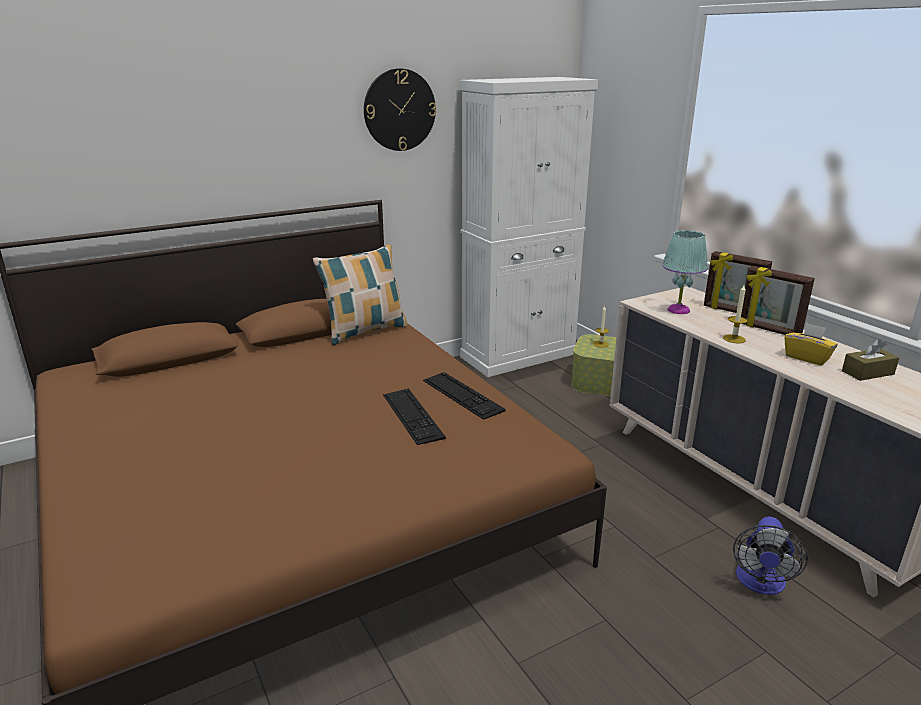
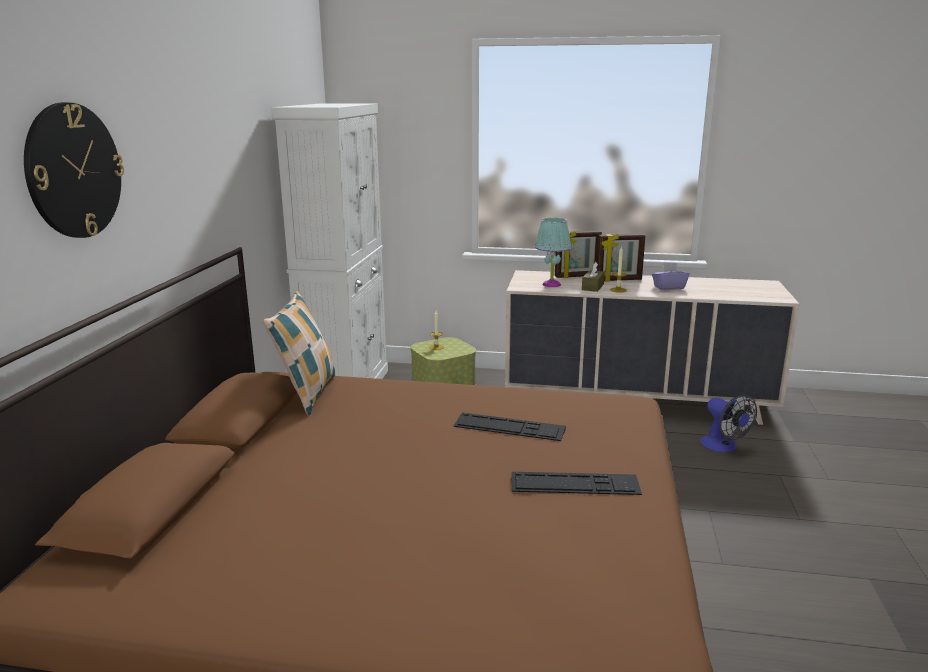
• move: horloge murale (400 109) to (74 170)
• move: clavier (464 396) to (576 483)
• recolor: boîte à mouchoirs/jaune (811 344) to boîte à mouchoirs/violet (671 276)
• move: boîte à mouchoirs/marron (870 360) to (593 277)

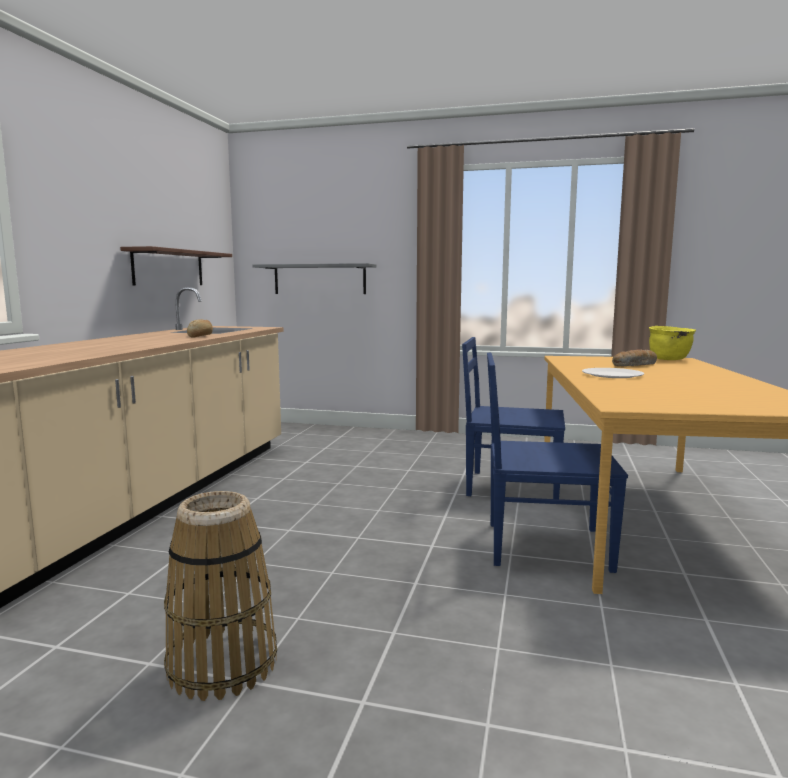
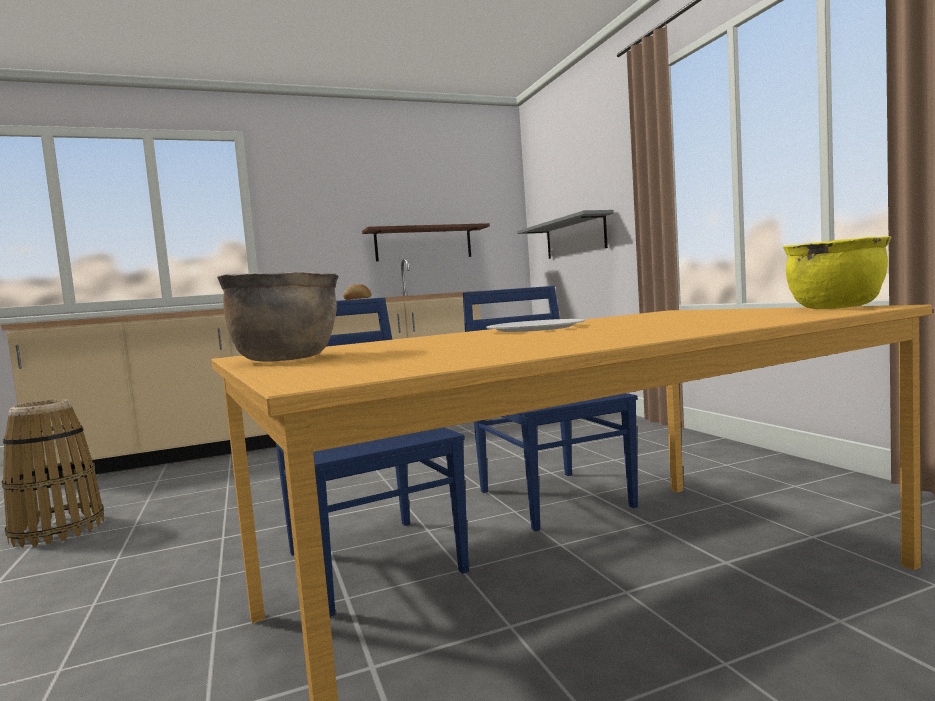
• delete: pain (634 357)
• insert: marmite/marron (278 316)

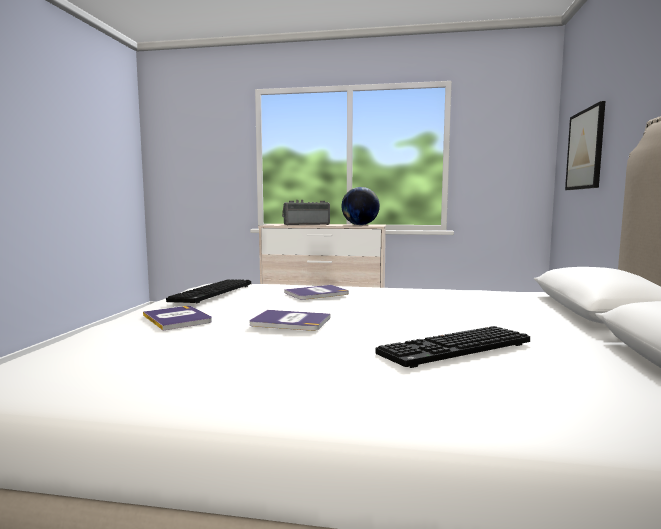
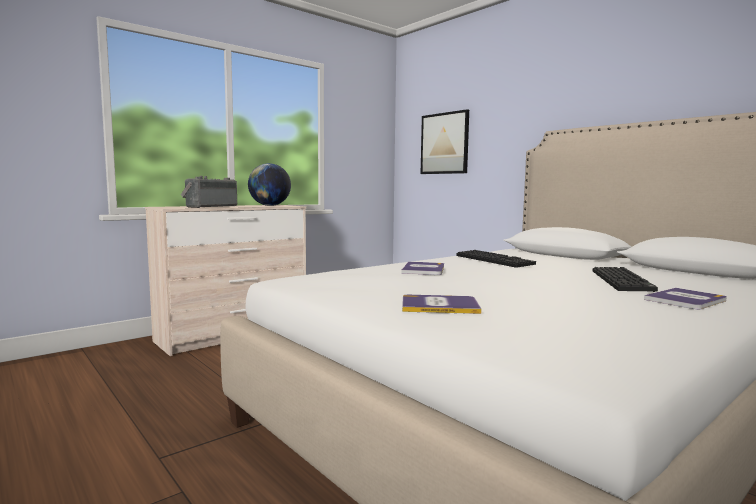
• move: clavier (208 291) to (496 259)
• move: livre (290 320) to (685 298)

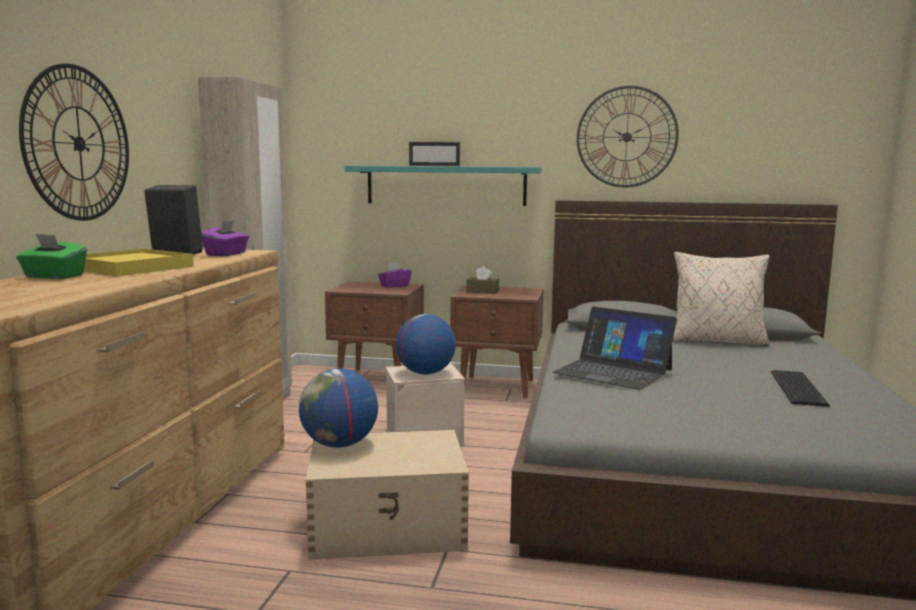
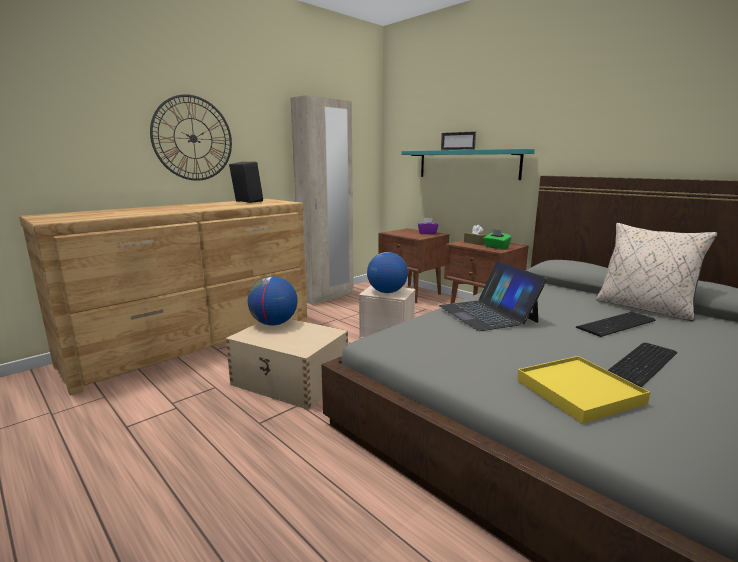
• move: boîte à mouchoirs/vert (51 256) to (497 239)
• move: plateau/jaune (138 262) to (583 390)
• delete: boîte à mouchoirs/violet (225 238)
• delete: horloge murale (628 137)
• insert: clavier (615 324)

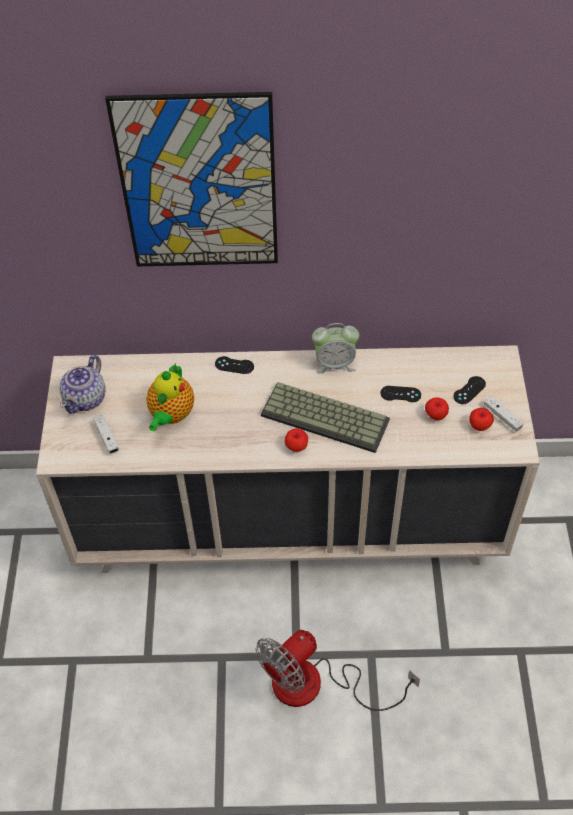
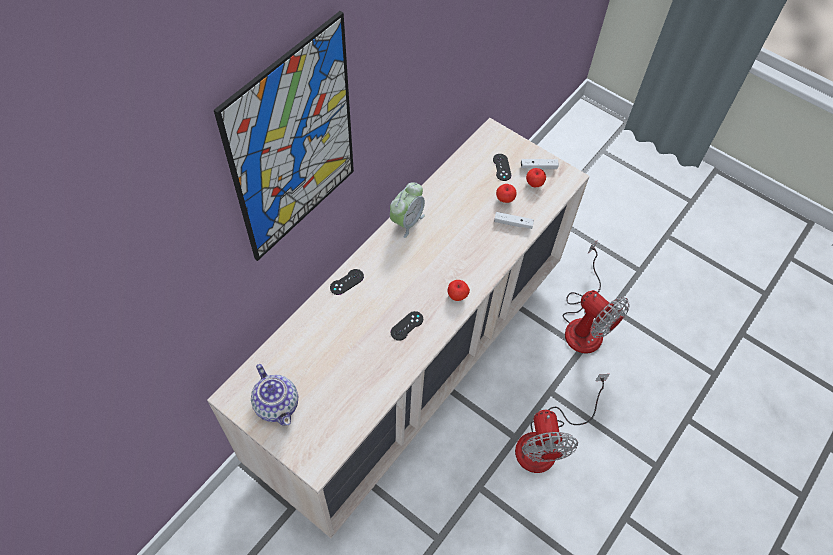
• move: manette/blanc (106 434) to (514 220)
• delete: théière (170 397)
• delete: clavier (325 417)
• move: manette/noir (400 394) to (406 326)
• insert: ventilateur (596 297)

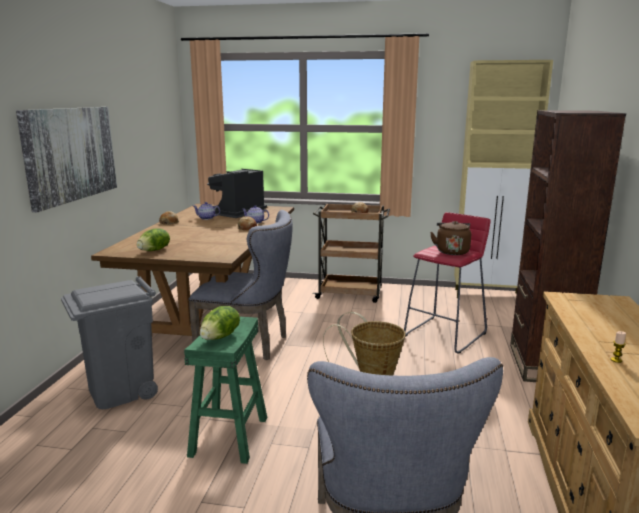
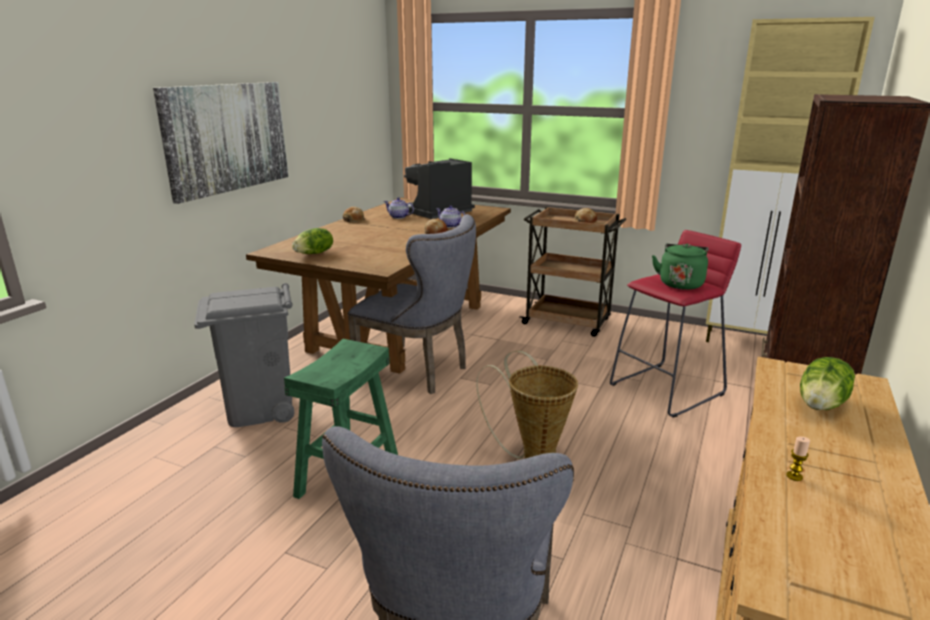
• move: laitue (220 323) to (827 383)
• recolor: bouilloire/marron (450 238) to bouilloire/vert (680 266)

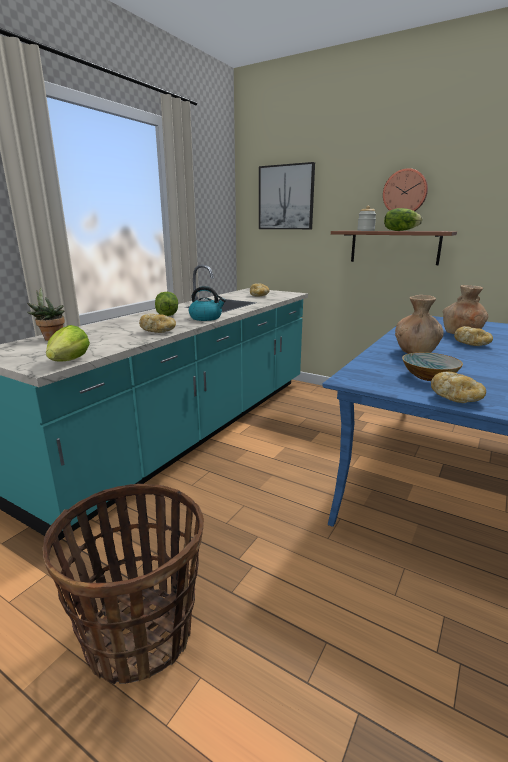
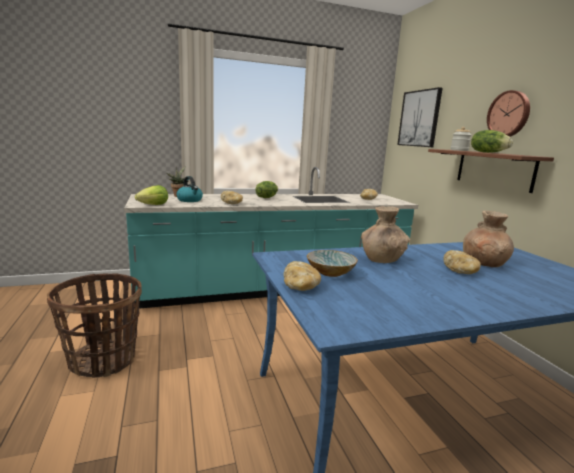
• move: bouilloire (207 303) to (190 189)

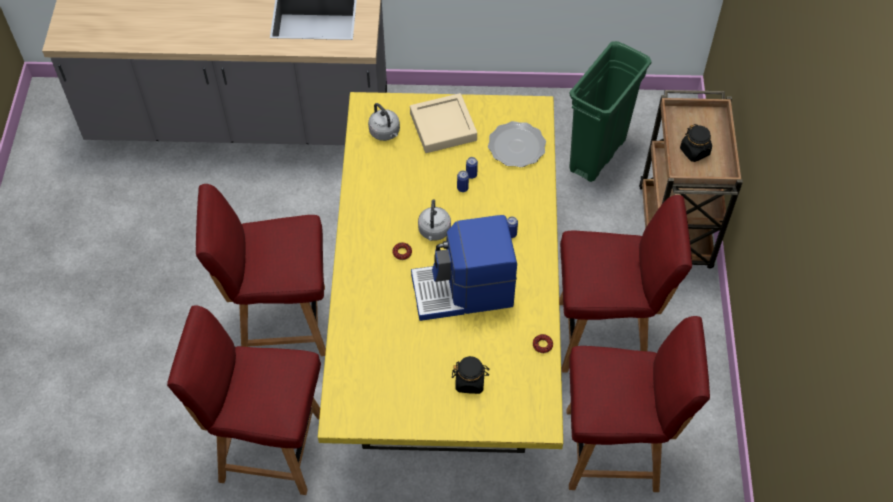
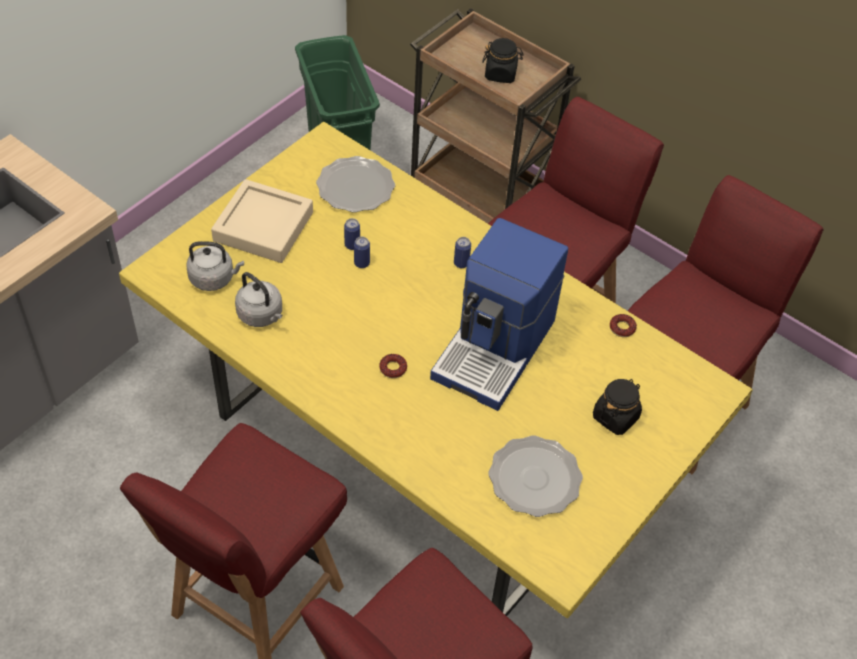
• move: bouilloire/gris (434 220) to (259 299)
• insert: assiette (536 476)

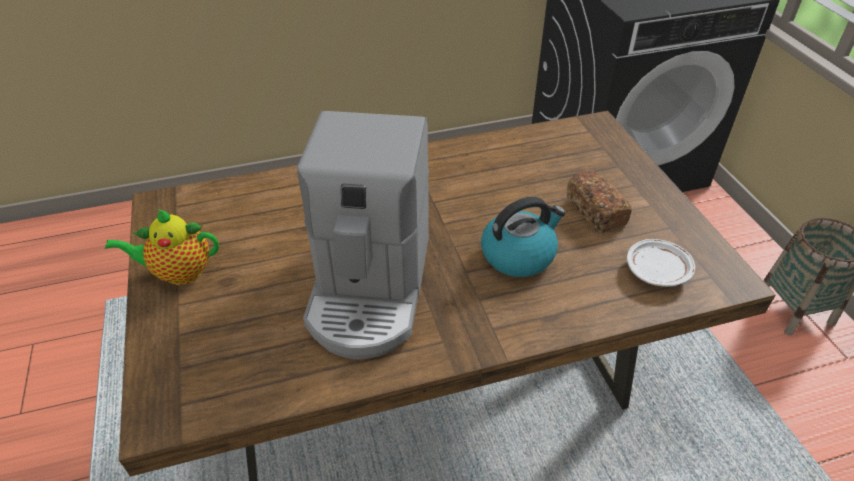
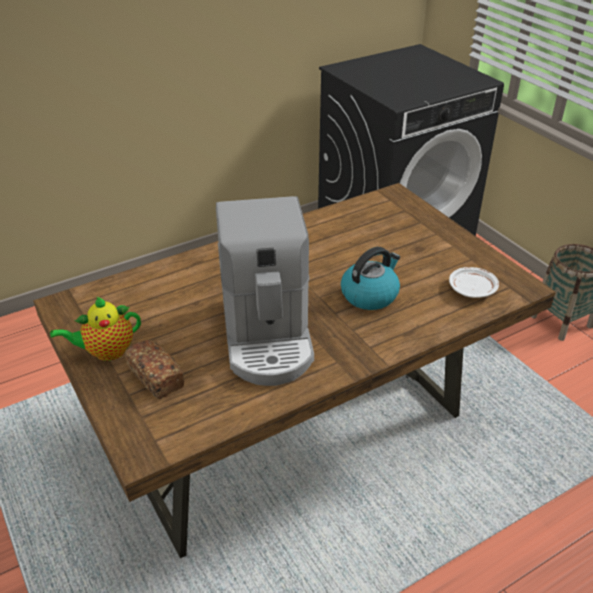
• move: pain (599 202) to (154 369)

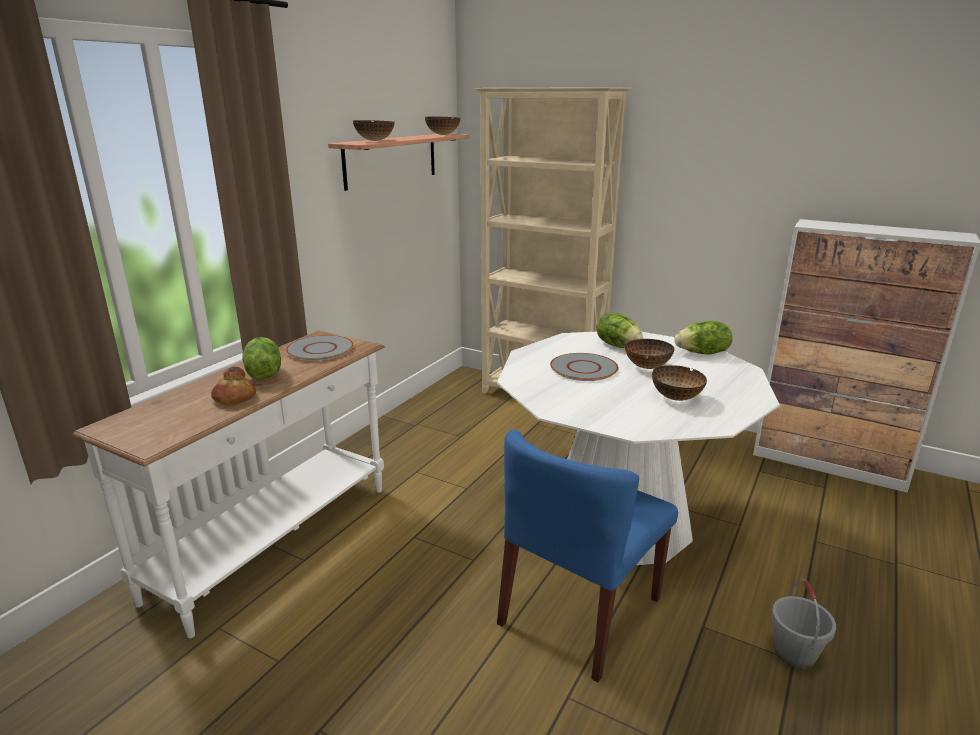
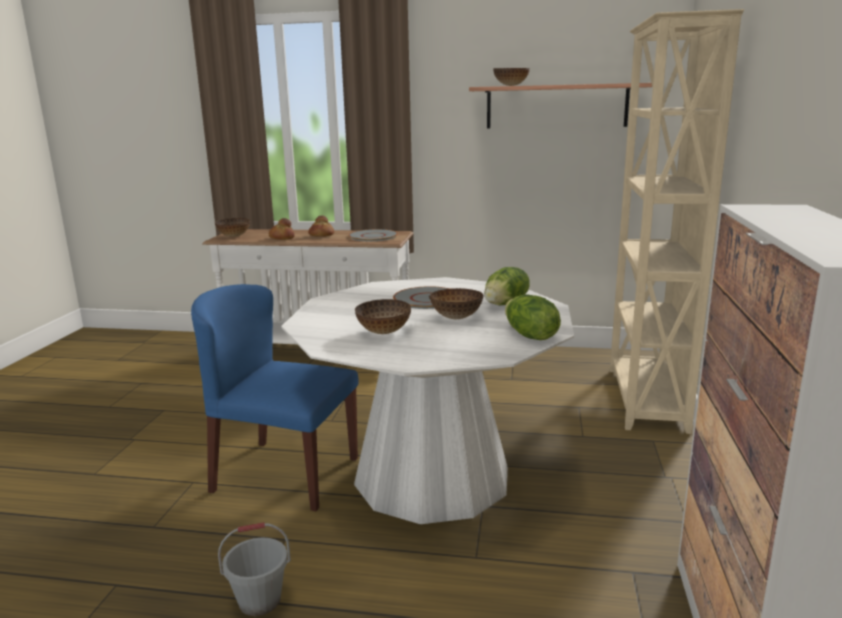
• replace: laitue (261 358) to pain (321 226)
• move: bol (442 125) to (232 227)

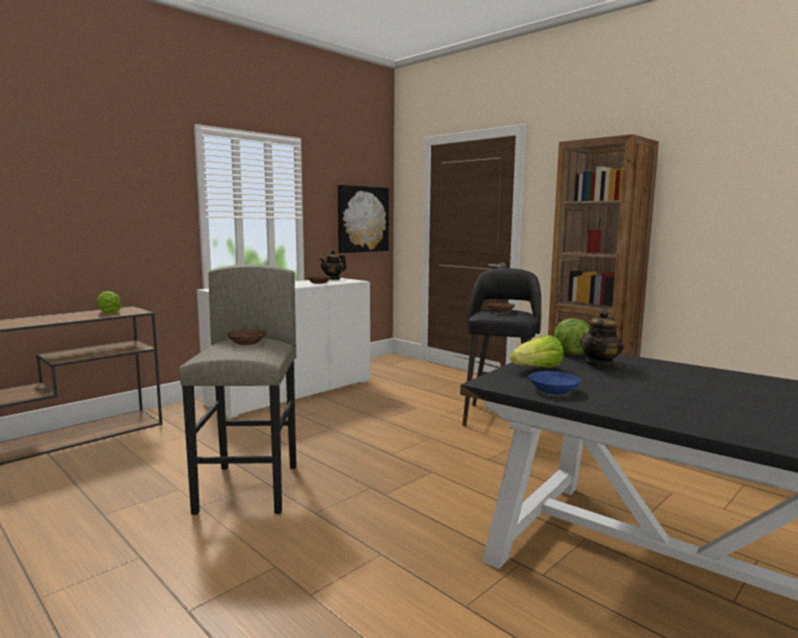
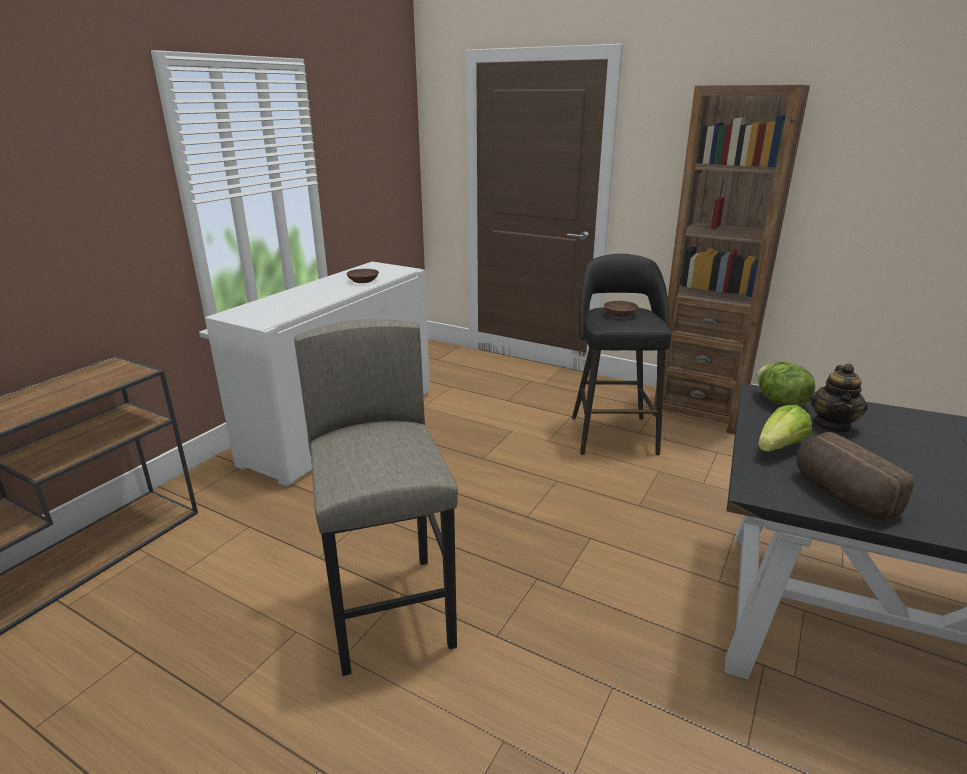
• delete: laitue (108 302)
• delete: bol/marron (246 337)
• delete: théière (333 265)
• delete: tableau (363 219)
• replace: bol/bleu (555 383) to pain (855 475)

